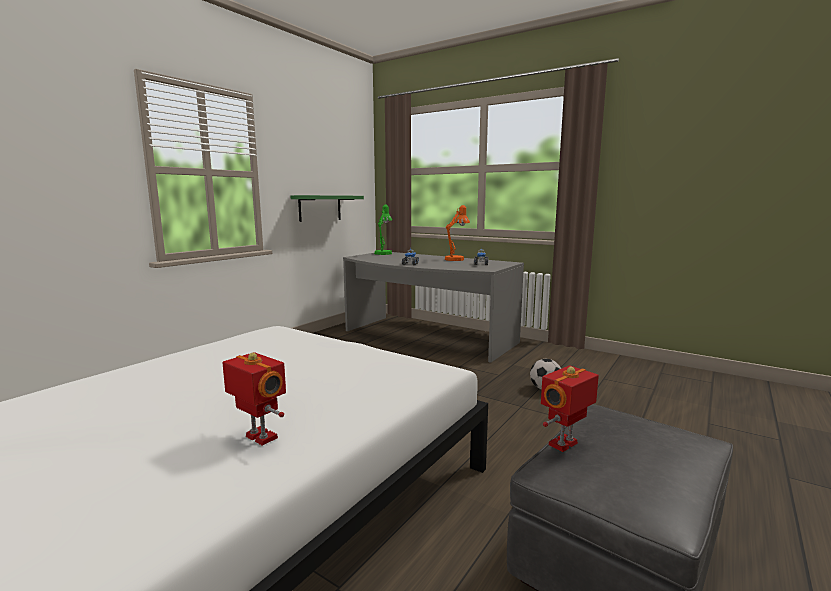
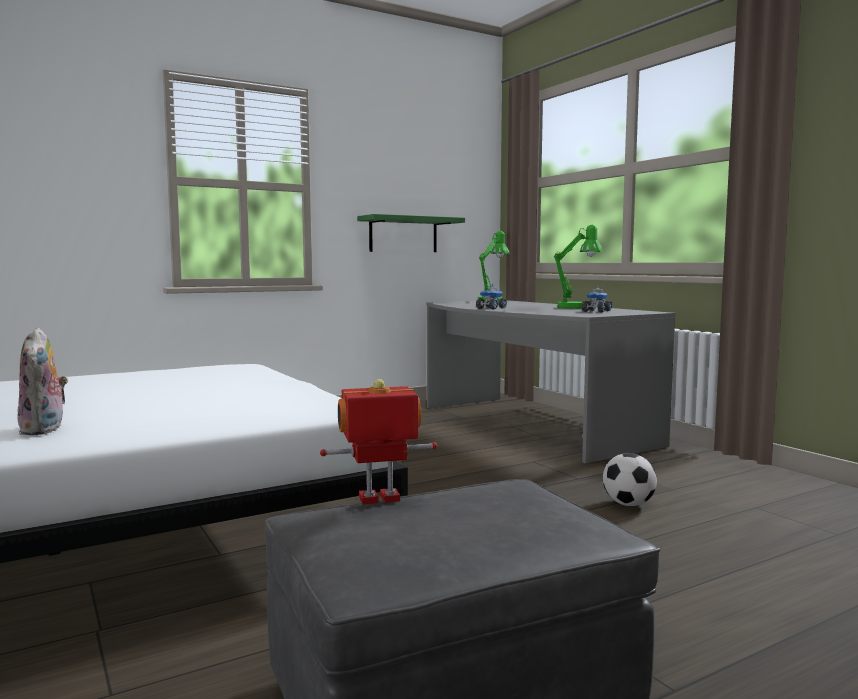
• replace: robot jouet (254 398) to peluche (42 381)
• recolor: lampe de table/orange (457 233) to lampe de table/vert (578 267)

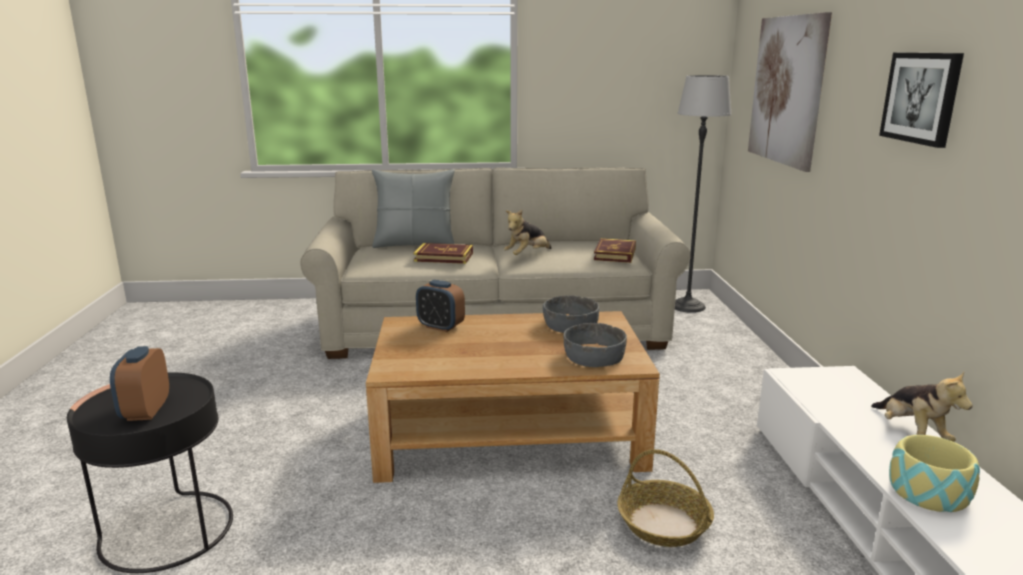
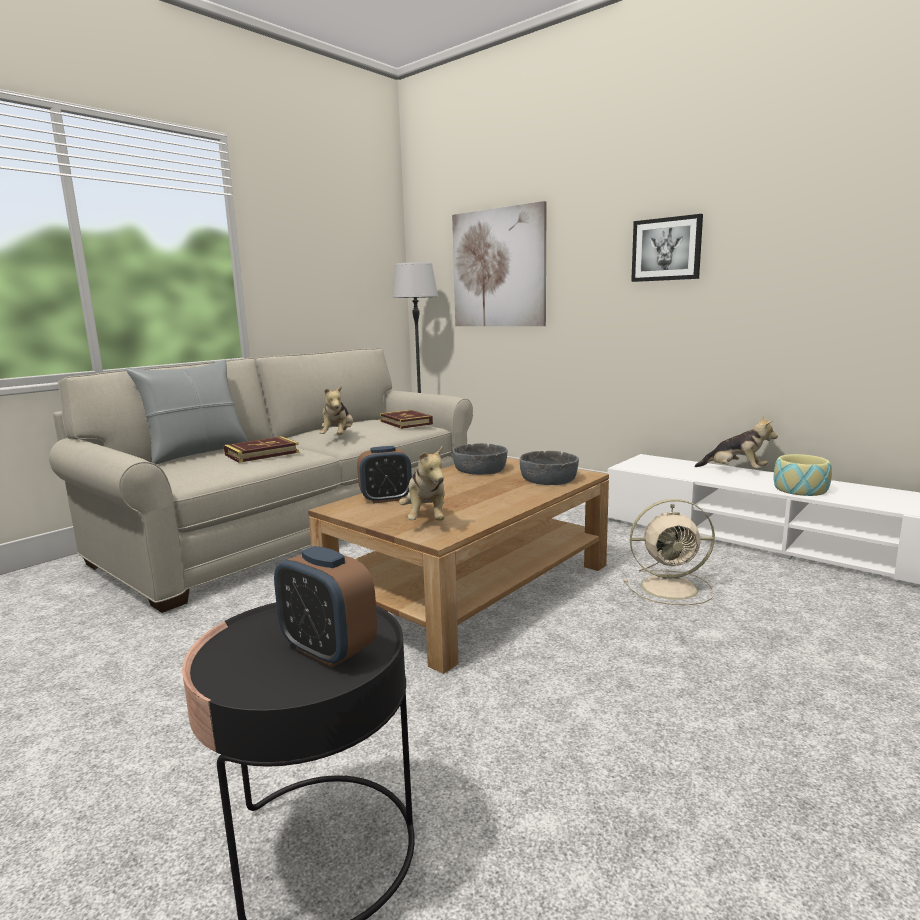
• replace: panier (665 498) to ventilateur/beige (669 552)
• insert: peluche (422 483)

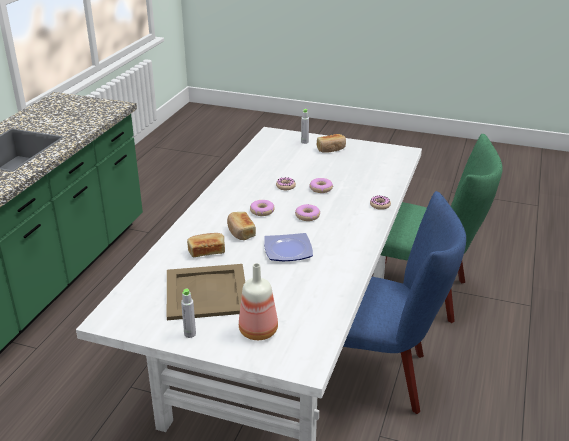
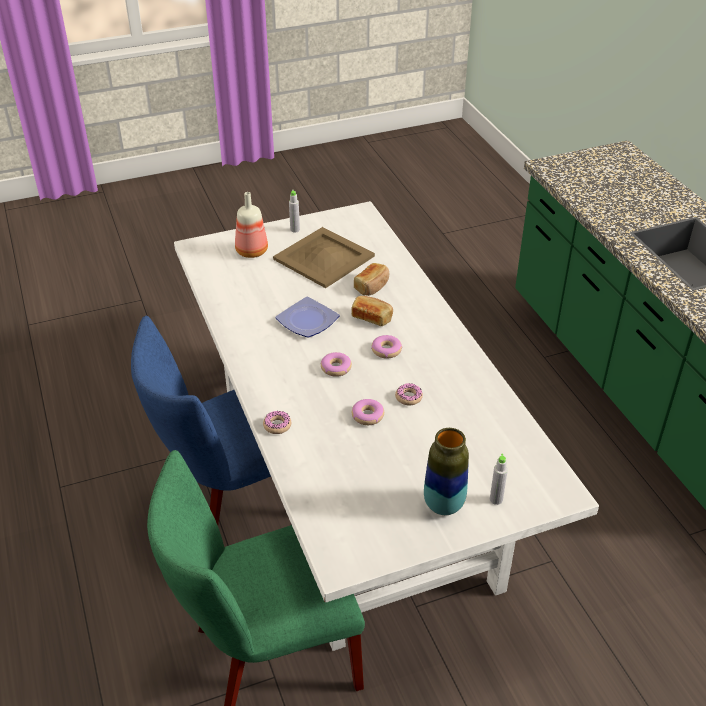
• replace: pain (331 143) to vase (446 471)

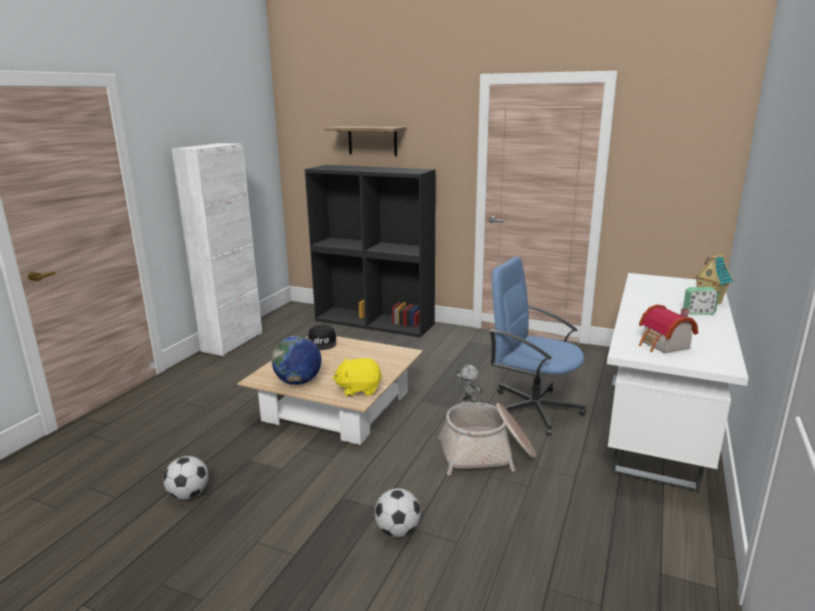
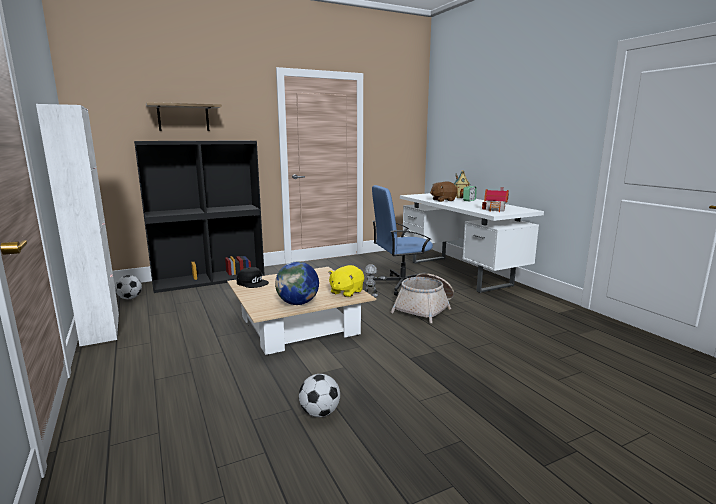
• move: ballon de foot (398 512) to (128 287)
• insert: peluche/marron (443 192)

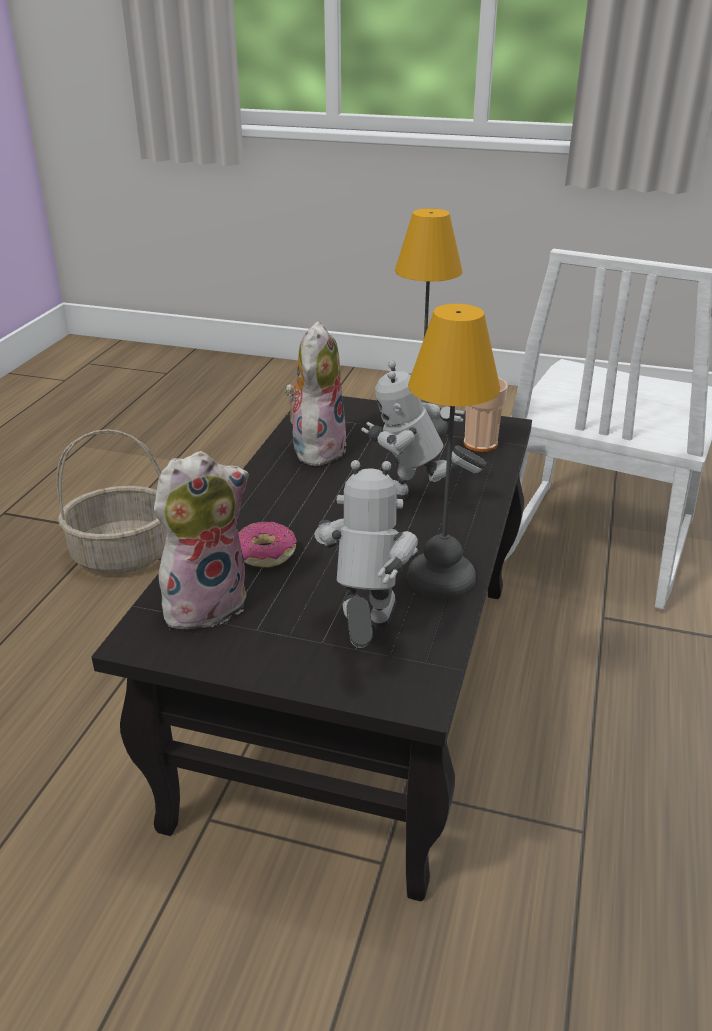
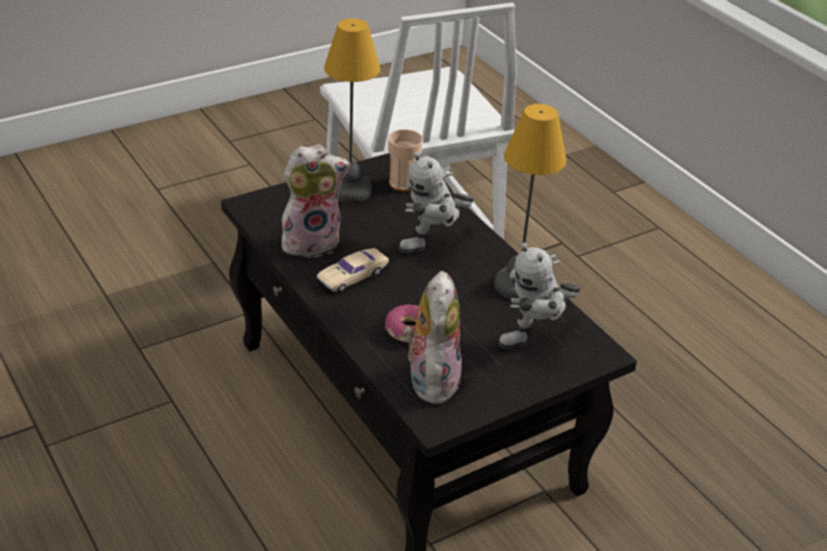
• delete: panier (112 501)
• rotate: peluche (316 393) = (315 202) 105 degrees clockwise
• rotate: robot jouet (366 554) = (539 296) 90 degrees counterclockwise
• insert: petite voiture/beige (353 270)

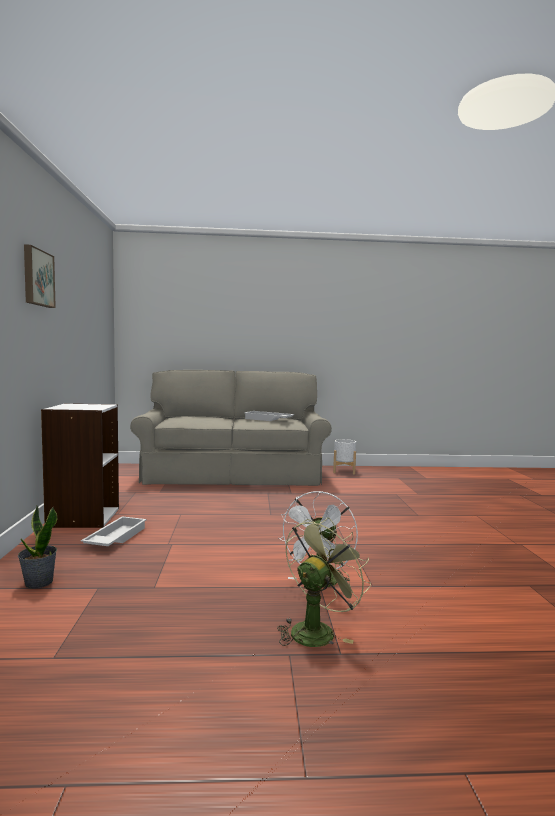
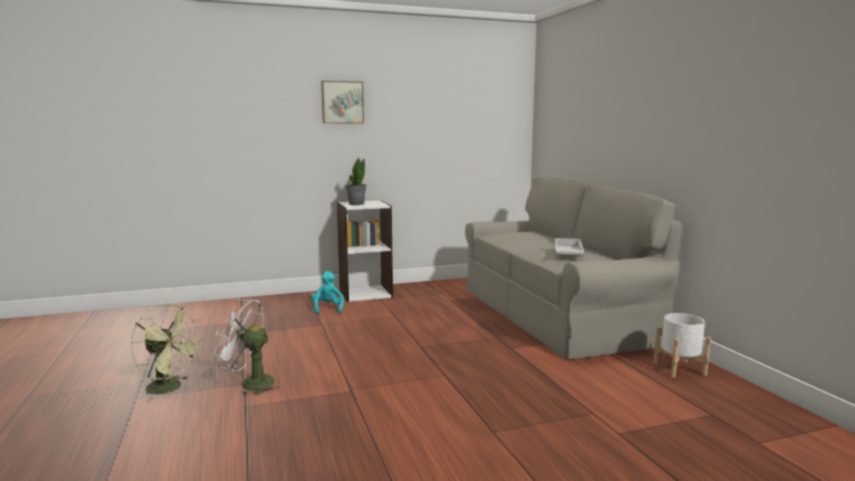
• move: plante en pot (37 547) to (356 181)
• replace: plateau/blanc (114 531) to peluche/turquoise (327 292)

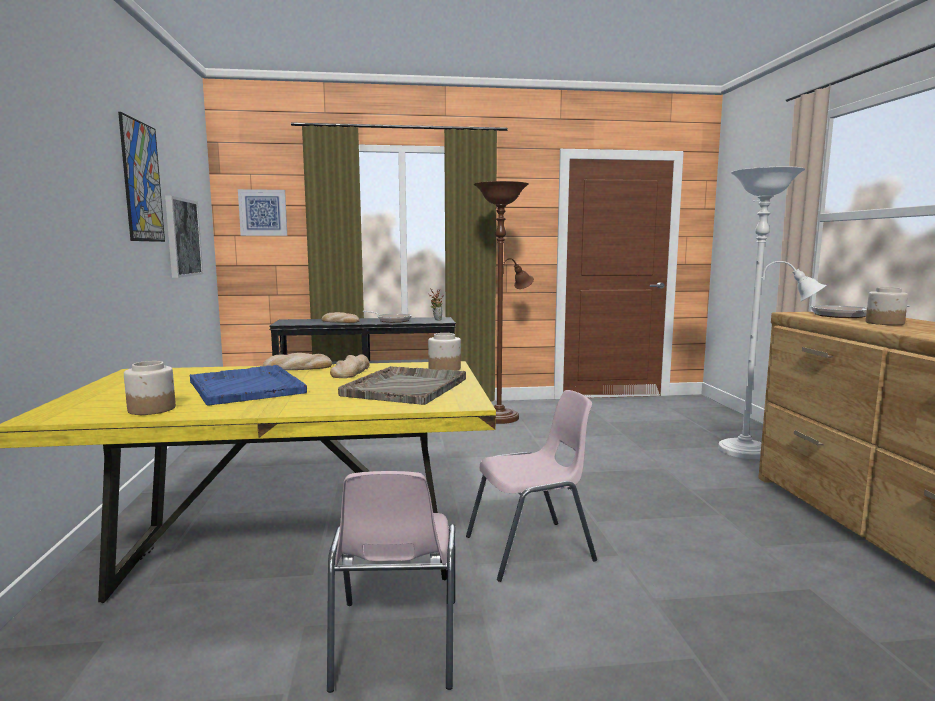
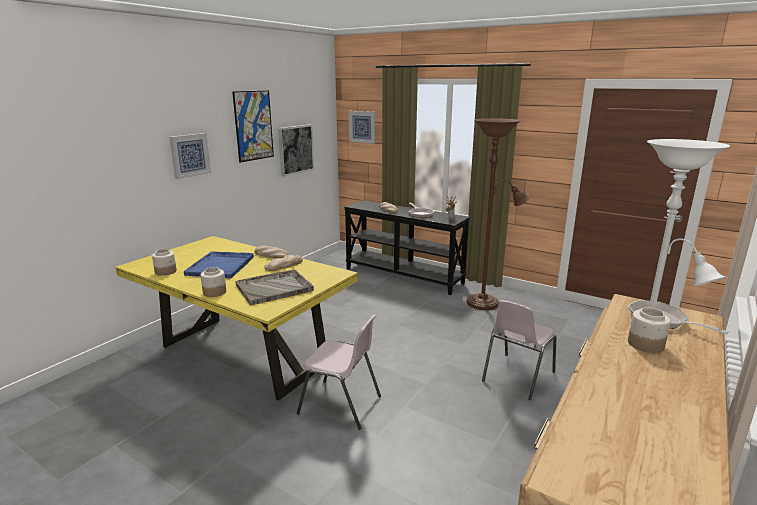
• move: chaise/rose (391 582) to (519 350)
• move: bocal (444 351) to (213 282)
• insert: tableau (190 156)

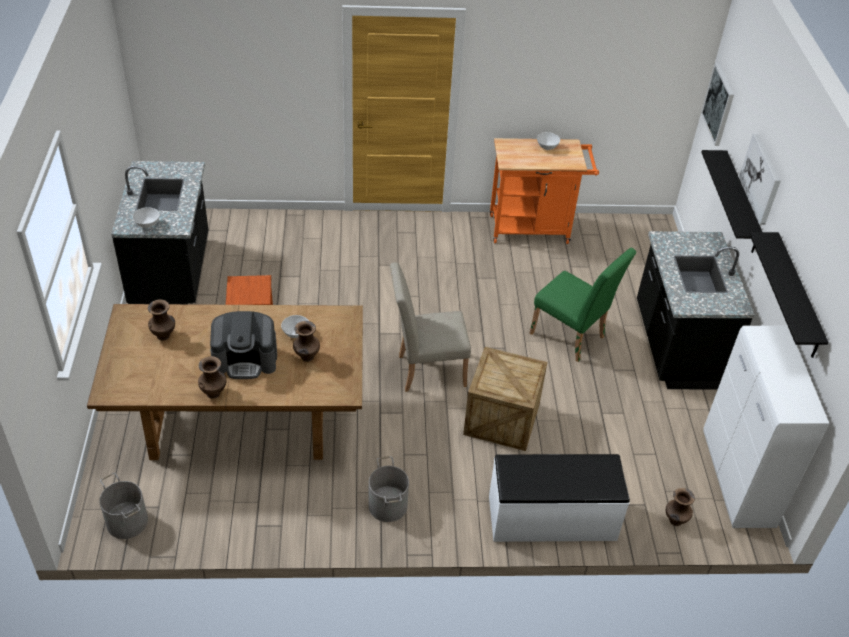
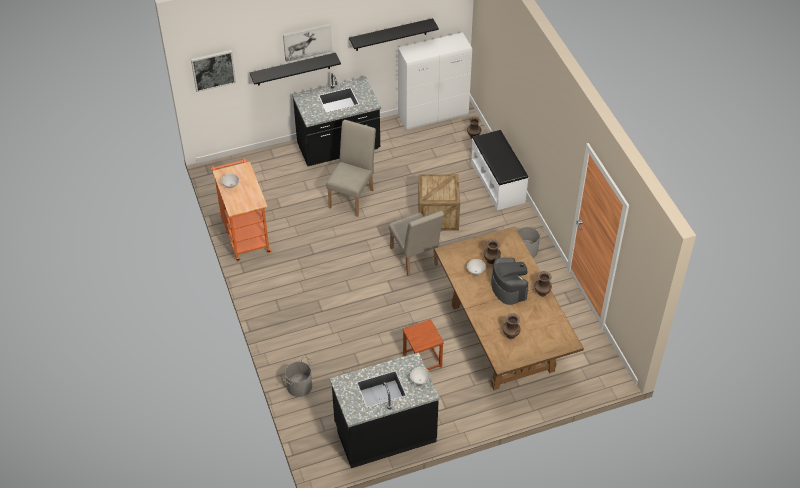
• move: seau/gris (123 506) to (297 376)
• recolor: chaise/vert (582 305) to chaise/beige (351 168)

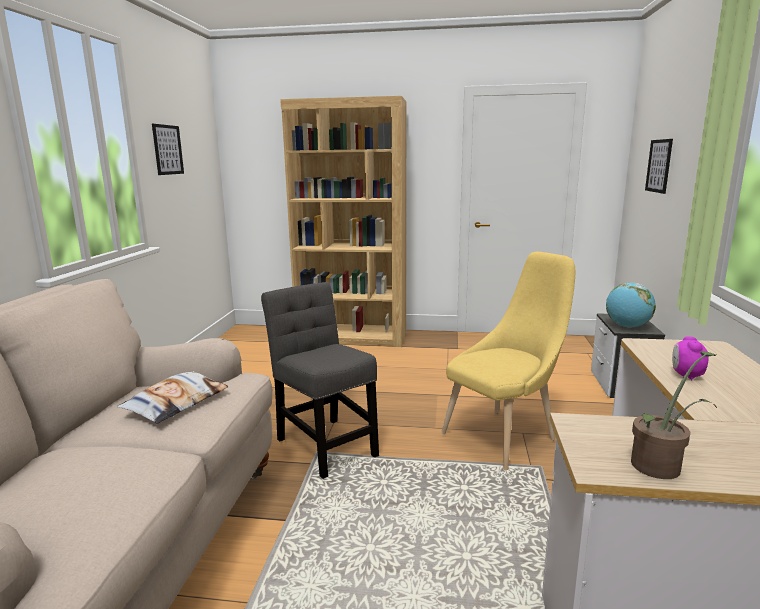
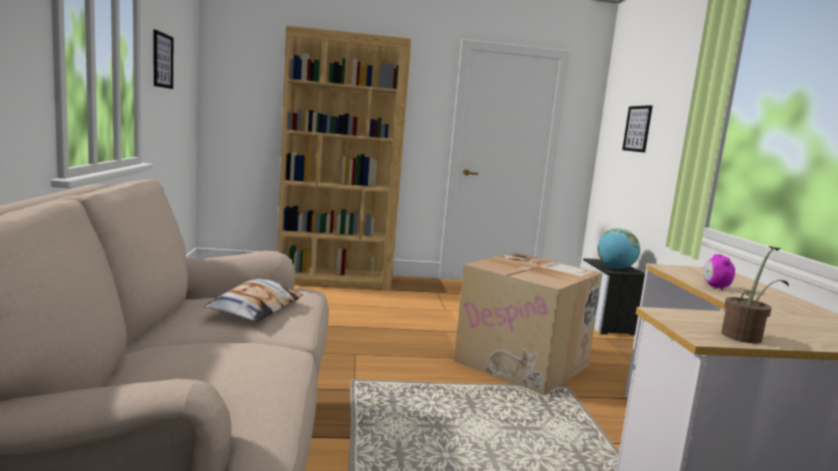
• delete: chaise/gris (320 380)
• replace: chaise/jaune (508 361) to carton (528 323)

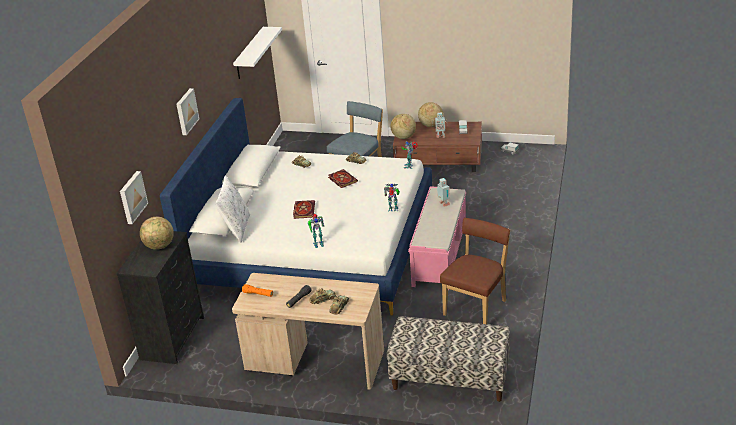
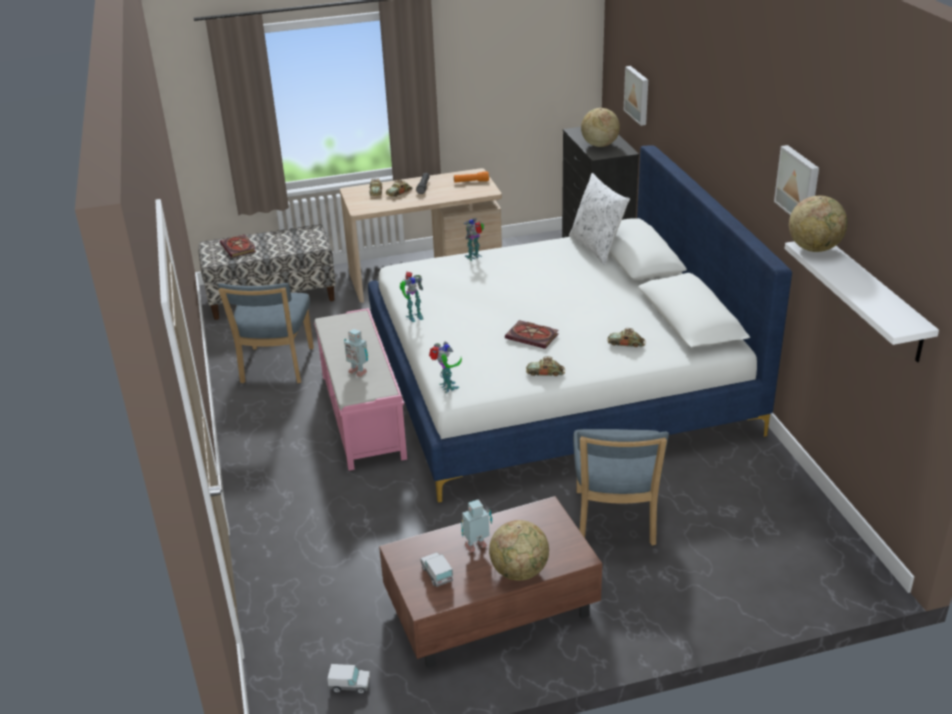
• move: tableau (187 111) to (796 180)
• move: livre (304 209) to (238 246)
• move: globe (403 126) to (818 223)
• recolor: chaise/marron (475 271) to chaise/bleu (266 333)

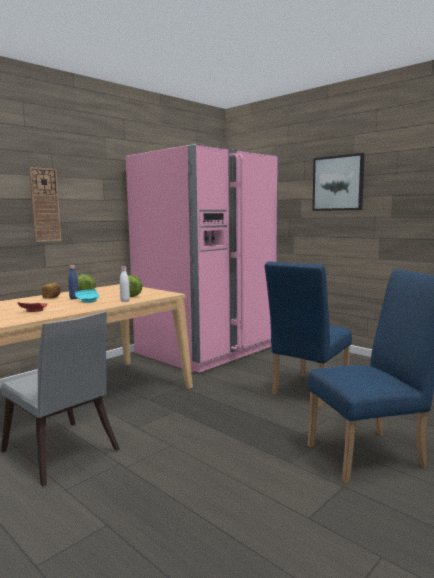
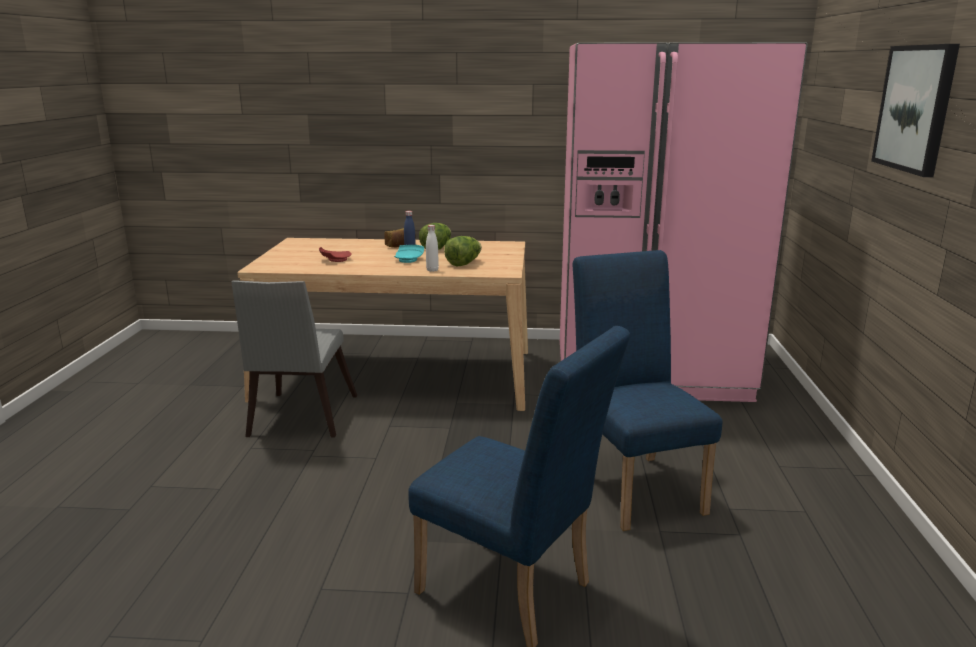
• delete: horloge murale (45 204)
• rotate: chaise/bleu (308 334) = (647 390) 75 degrees clockwise

